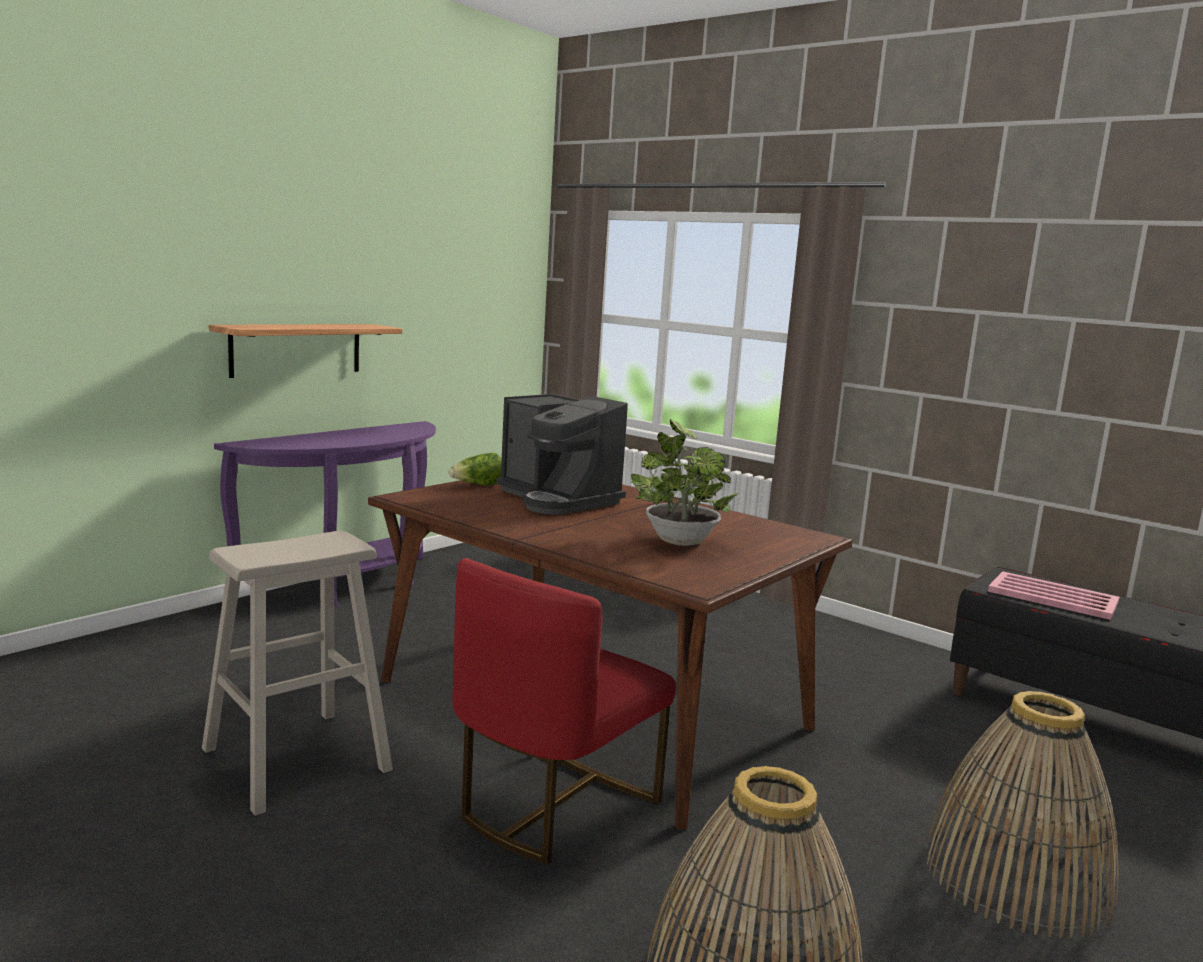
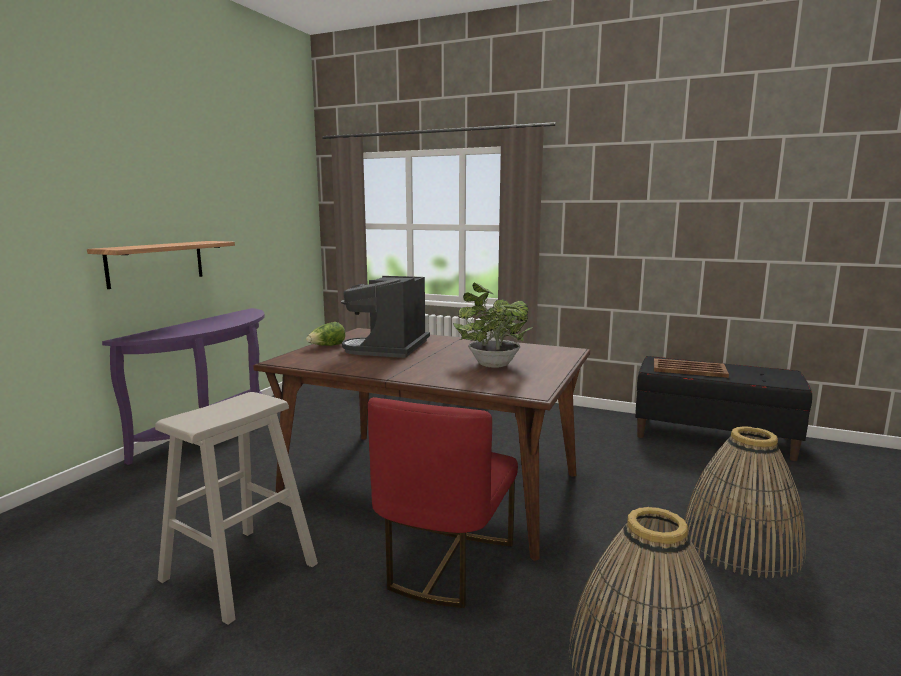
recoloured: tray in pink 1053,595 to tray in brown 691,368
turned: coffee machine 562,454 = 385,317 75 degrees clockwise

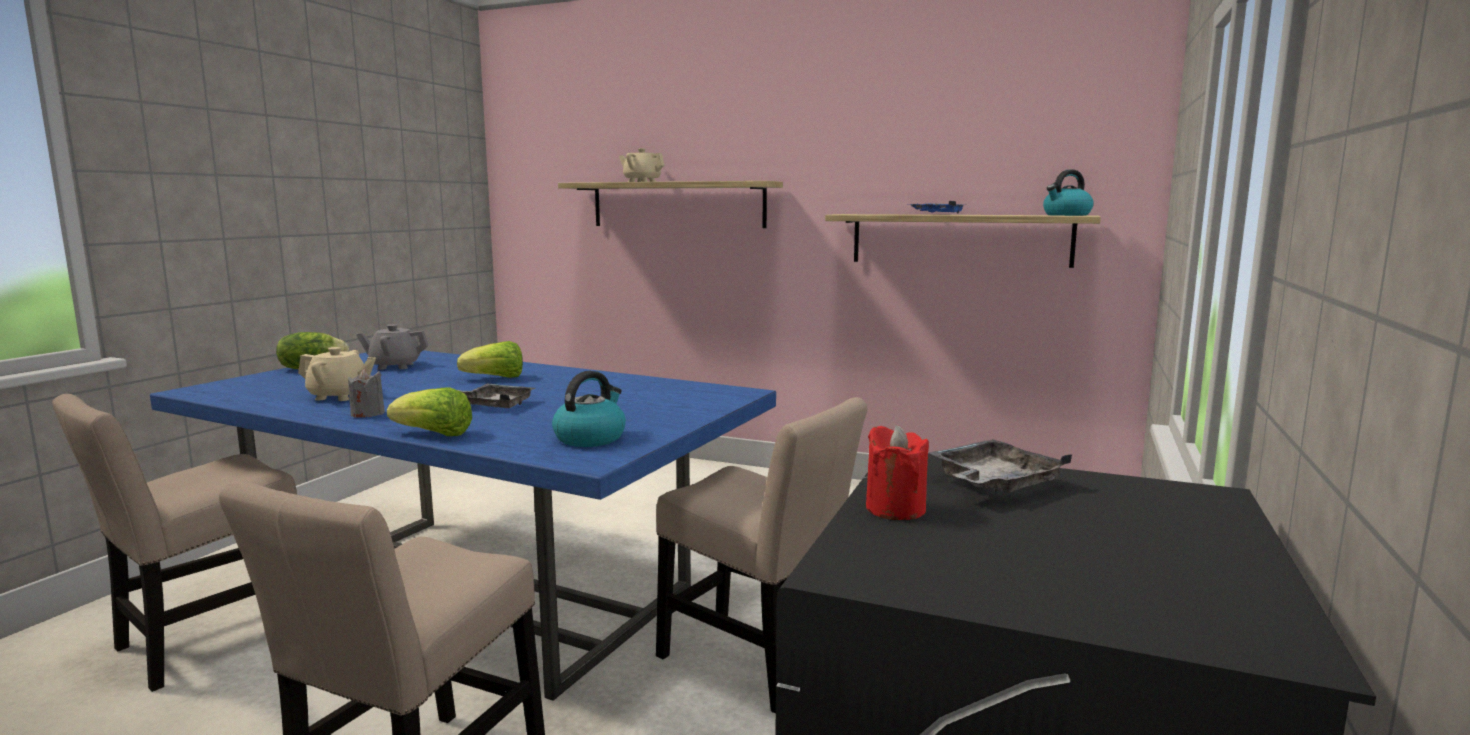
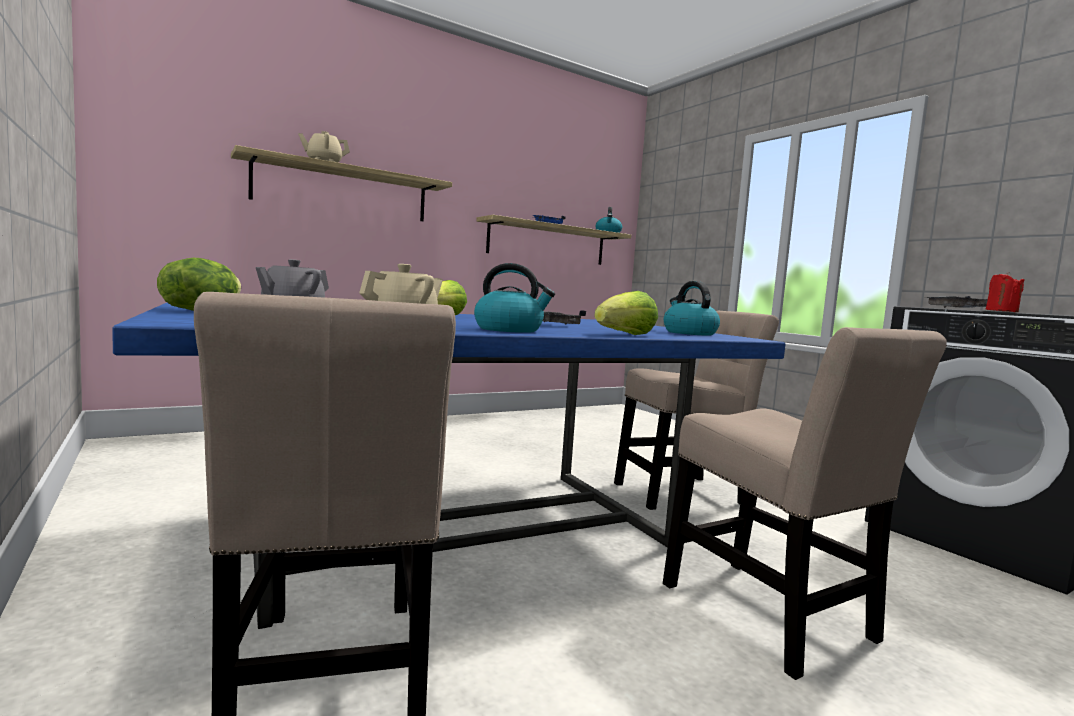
replaced: candle in grey 366,393 to kettle 514,298

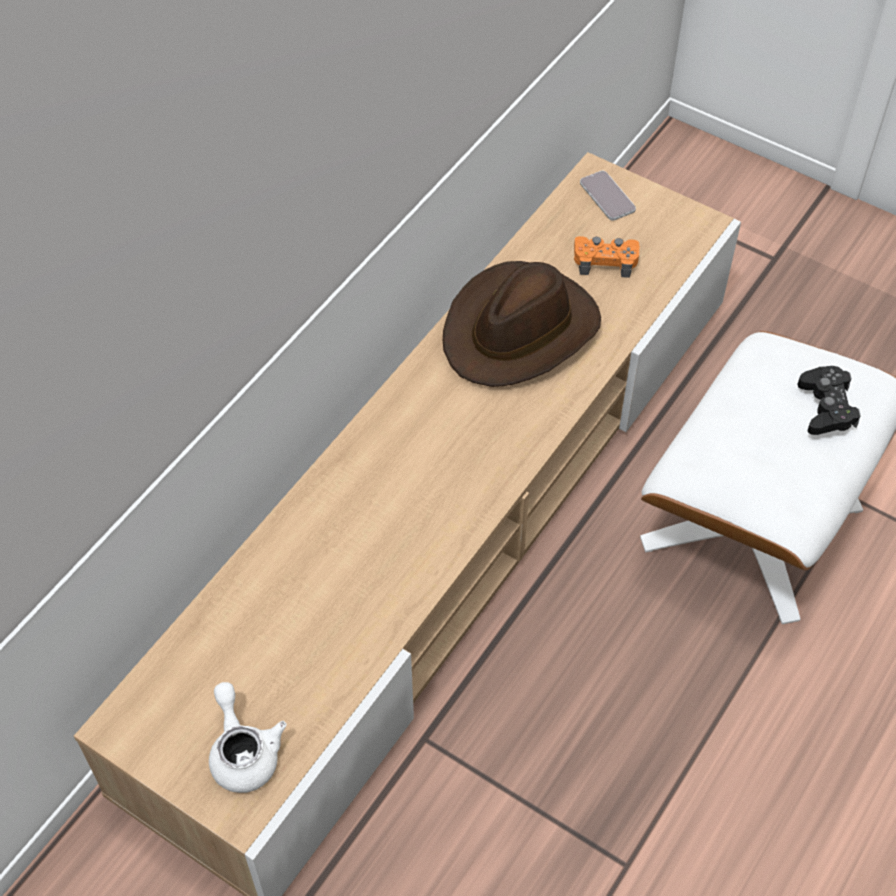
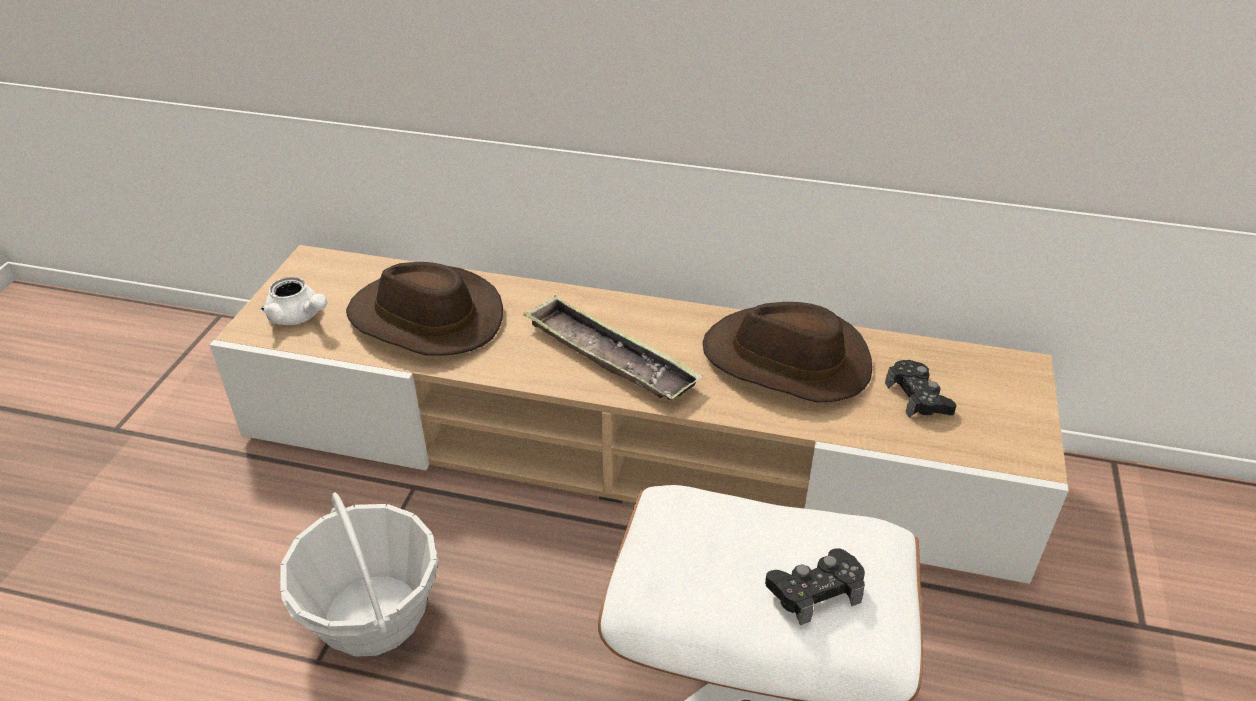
removed: phone 608,196
added: basket 359,575; hat in brown 424,309; tray 613,347
recoloured: game controller in orange 607,257 to game controller in black 921,389
turned: teapot in white 248,737 = 294,301 75 degrees clockwise

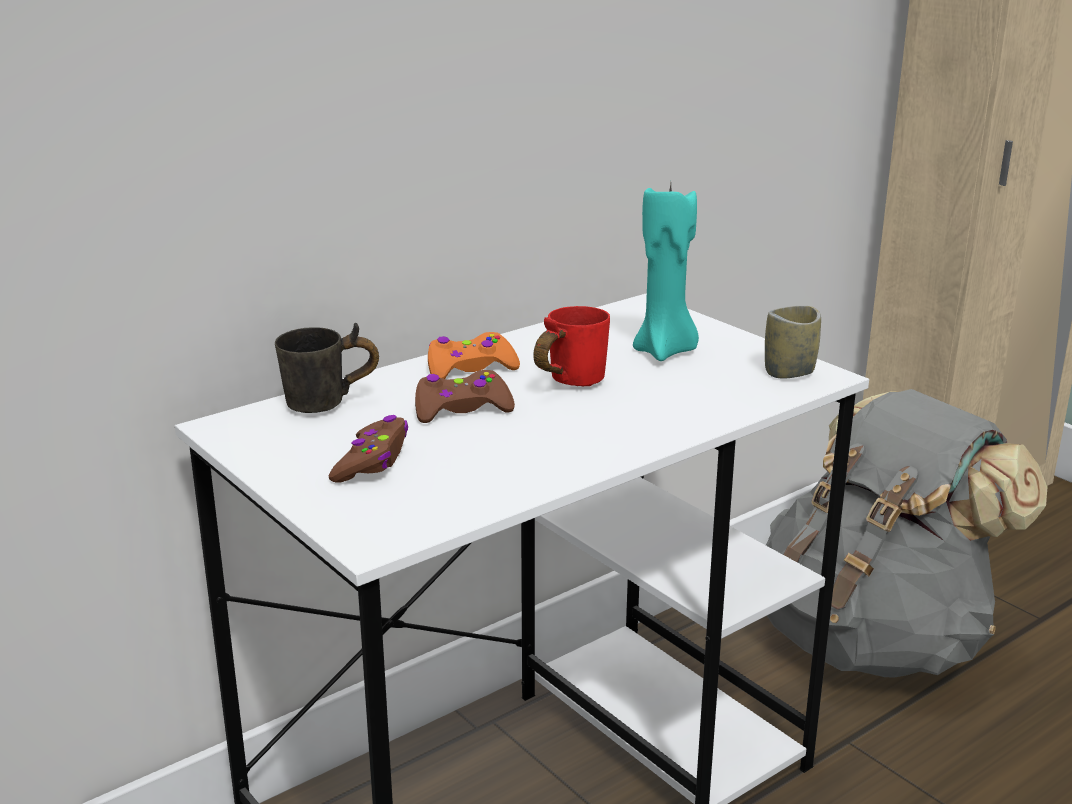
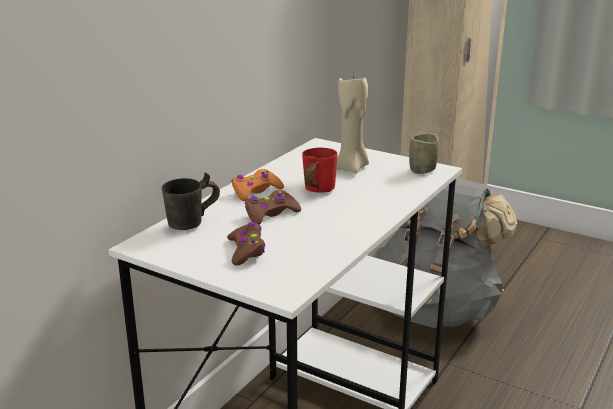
recoloured: candle in turquoise 666,272 to candle in beige 352,123

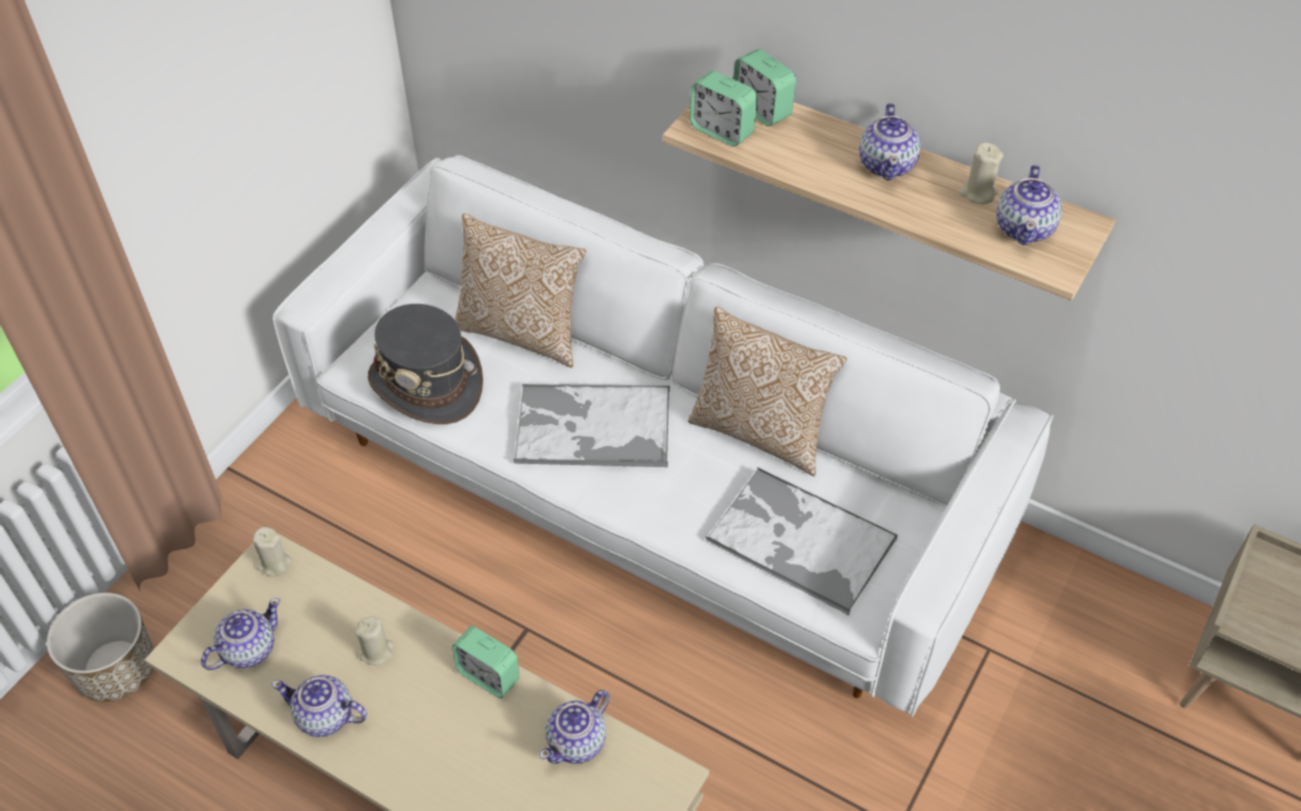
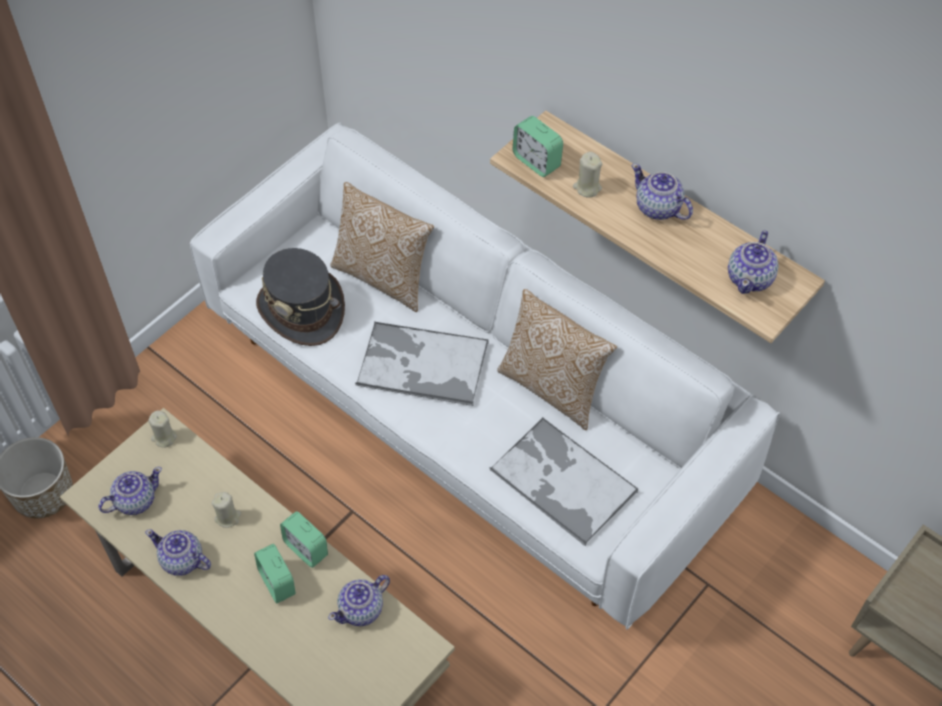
moved: alarm clock 764,87 to 275,574; candle in beige 981,173 to 587,175
turned: teapot 890,141 = 662,192 120 degrees clockwise

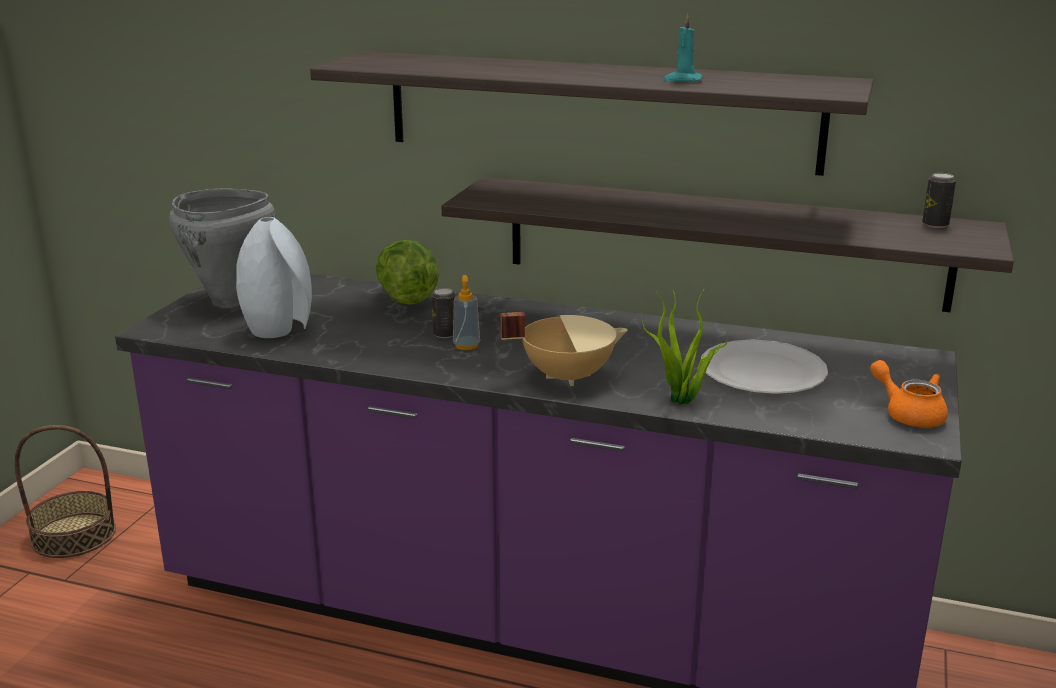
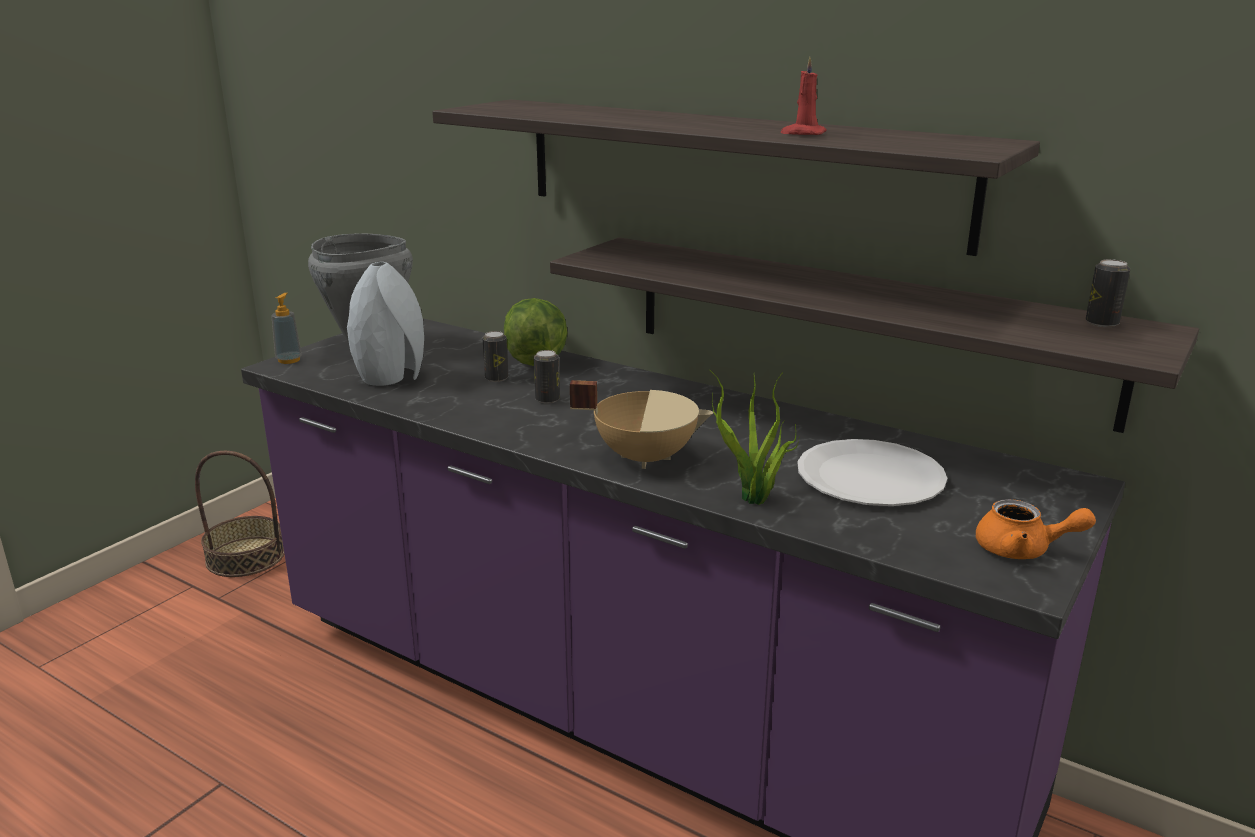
added: can 495,356
moved: soap dispenser 466,312 to 286,328
recoloured: candle in turquoise 682,48 to candle in red 804,95
turned: teapot in orange 909,393 = 1036,529 135 degrees clockwise

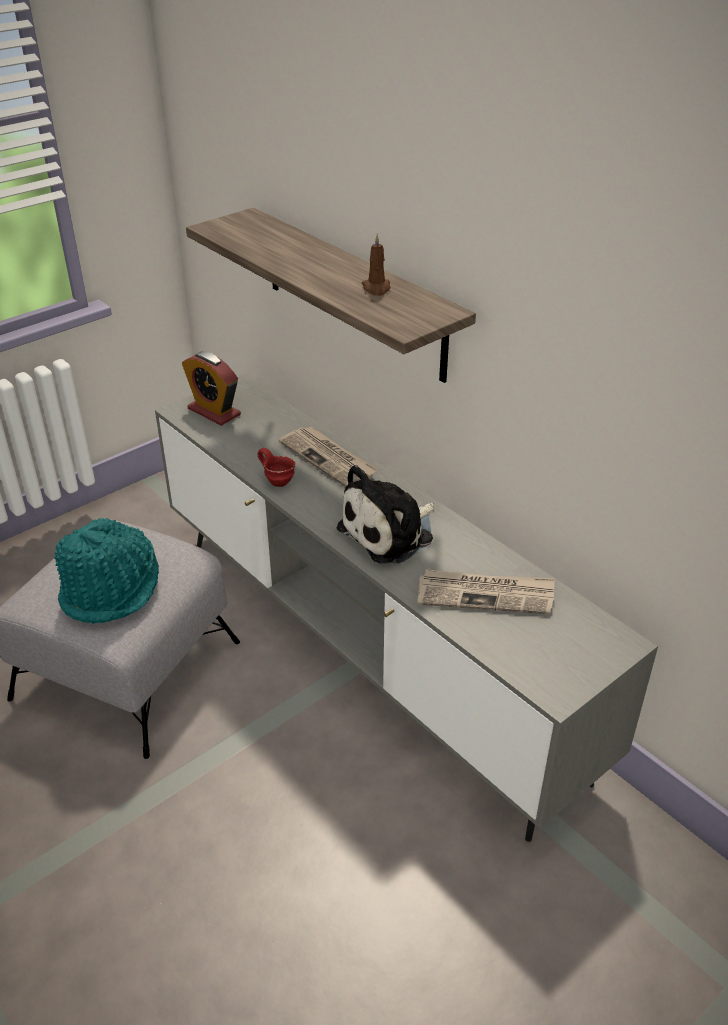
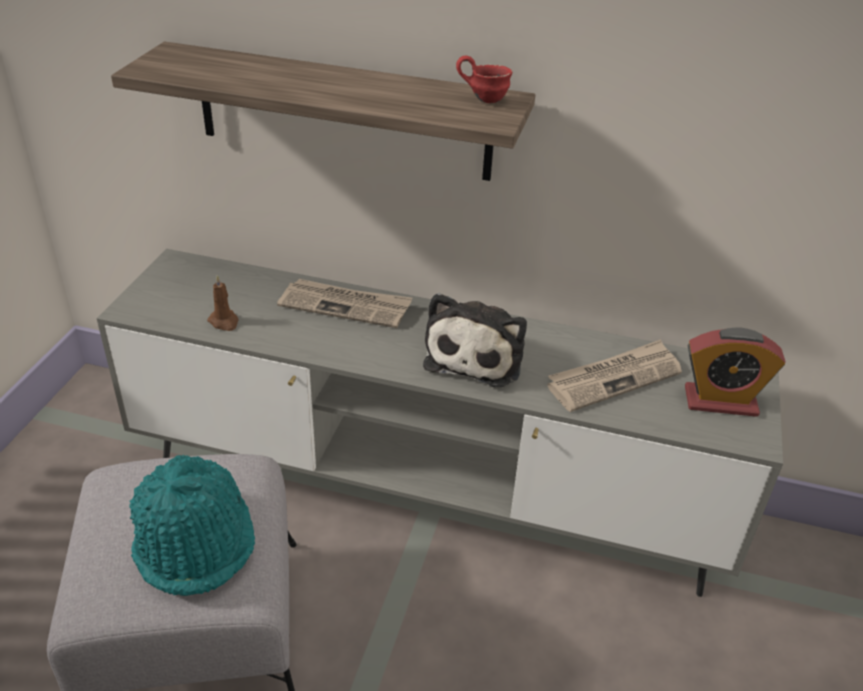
moved: candle in brown 376,265 to 223,303; mug in red 276,467 to 484,79; alarm clock 211,388 to 735,372

